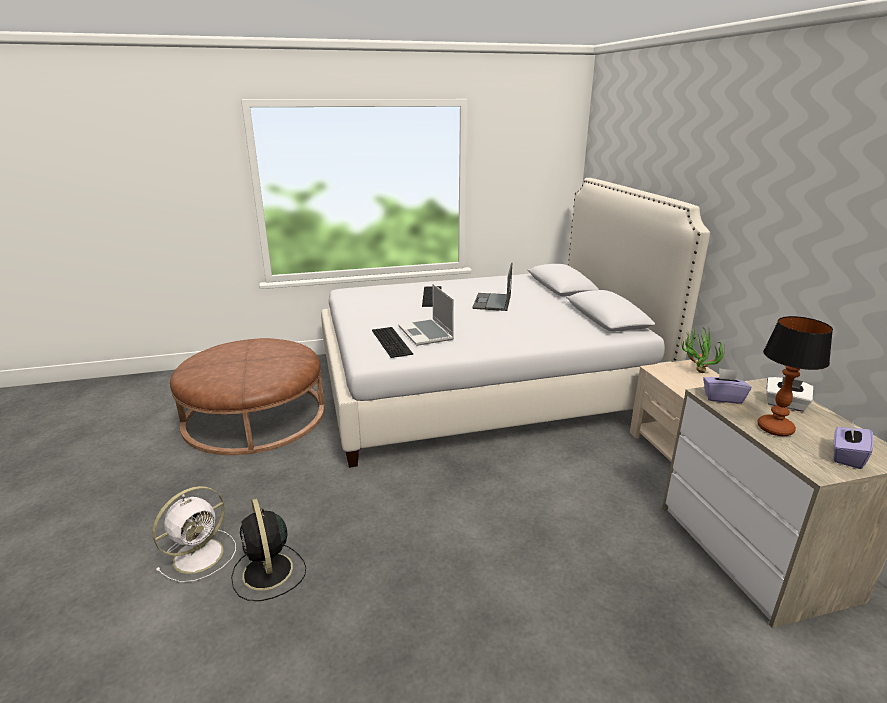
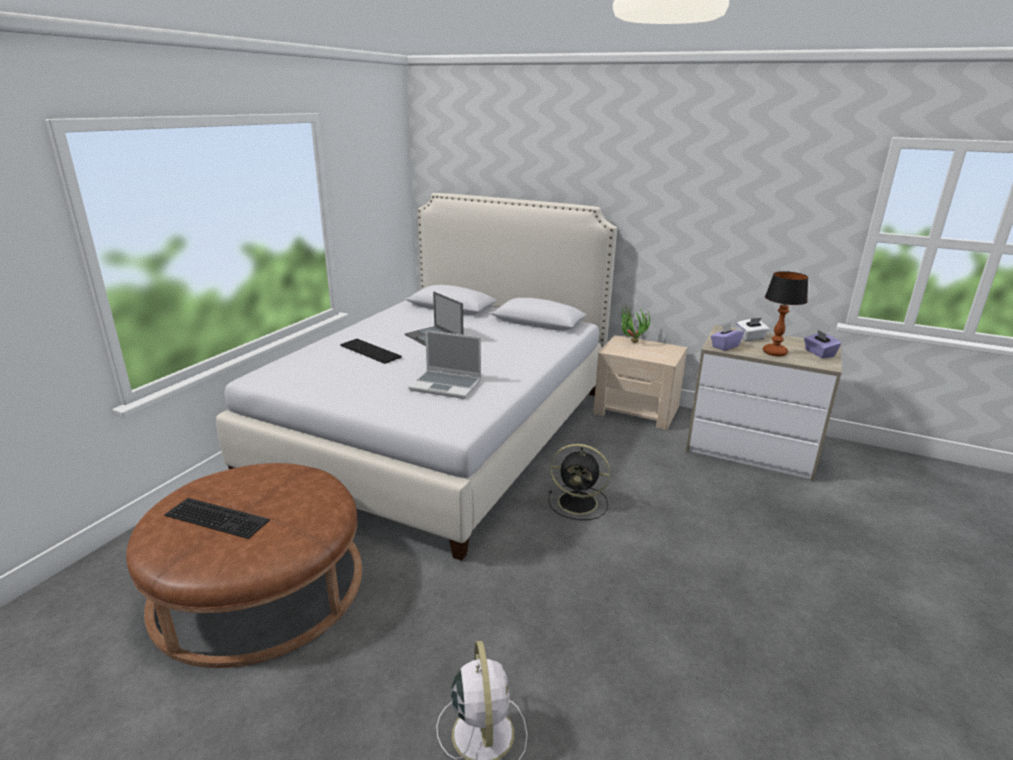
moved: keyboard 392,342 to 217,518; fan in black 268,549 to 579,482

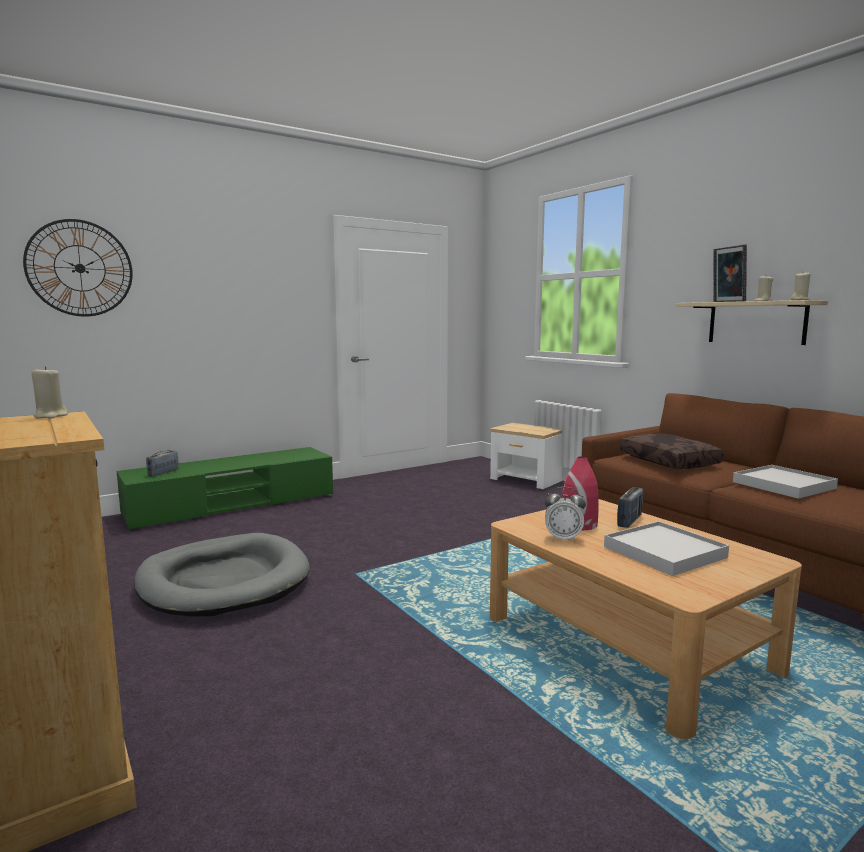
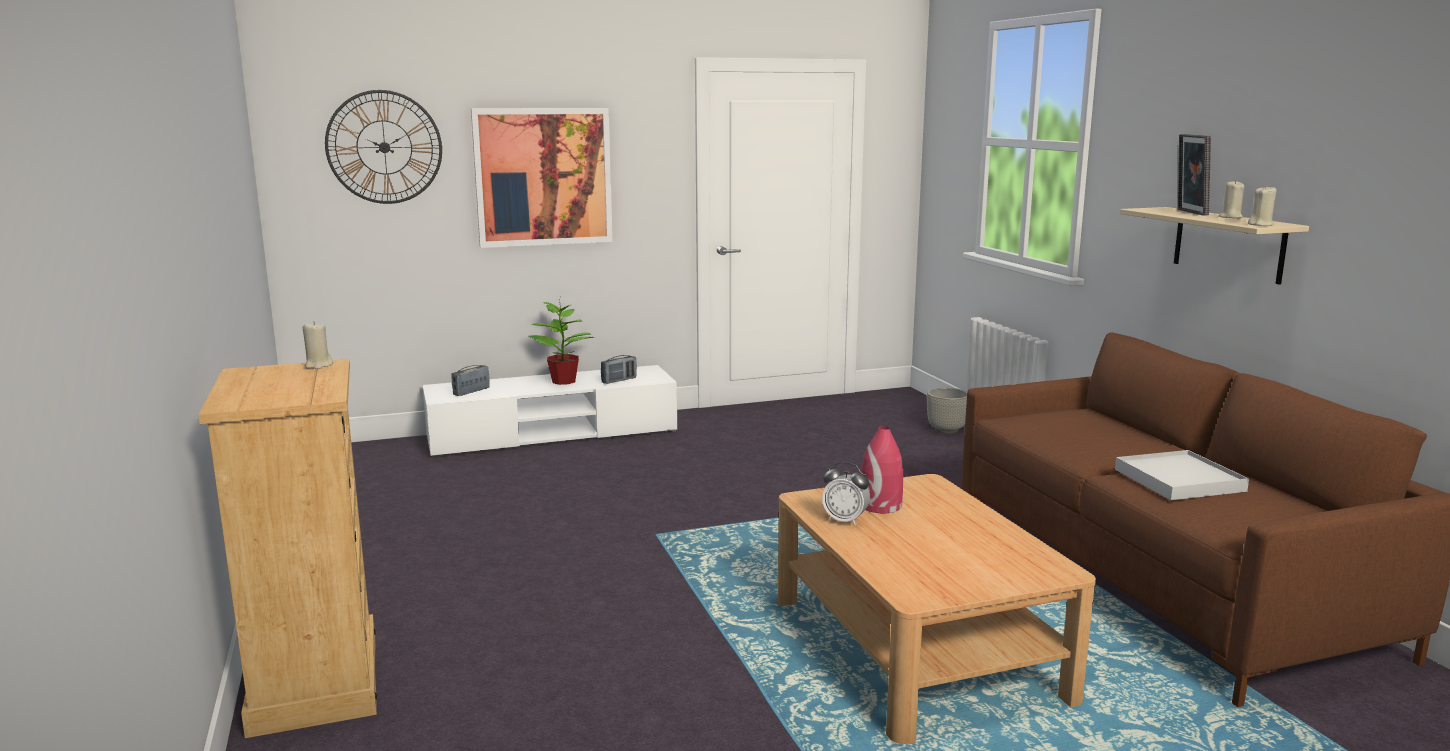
removed: dog bed in grey 222,575; tray in white 666,548; pillow in brown 672,451
added: picture 542,178; potted plant 561,342
moved: radio 630,507 to 619,369
replaced: side table 526,456 to planter in grey 947,410
recoloured: tv stand in green 225,489 to tv stand in white 549,411

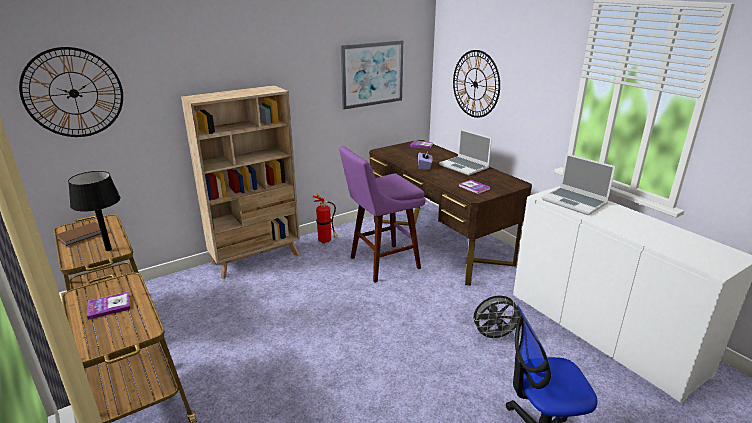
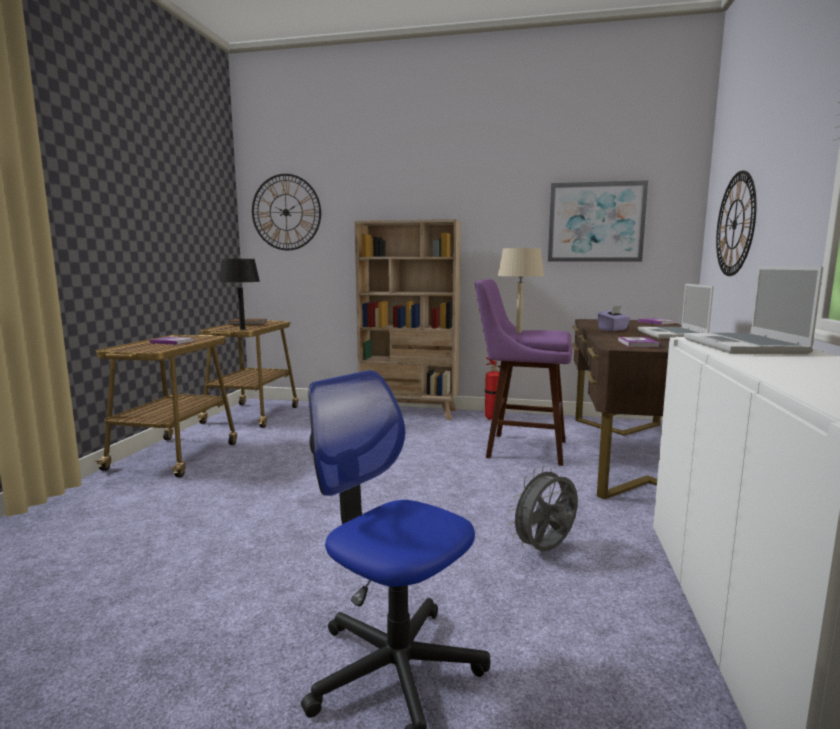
added: table lamp in beige 521,290
turned: fan in grey 498,318 = 543,508 105 degrees clockwise

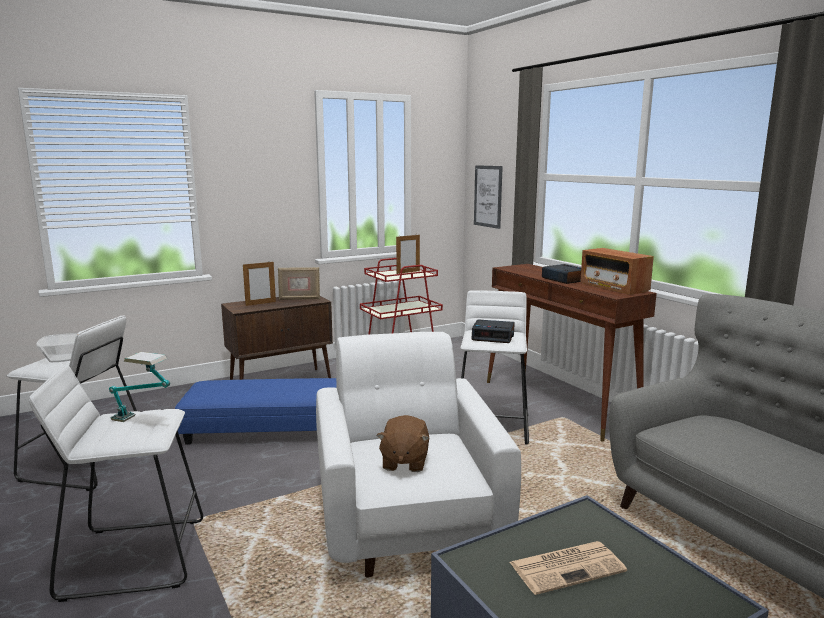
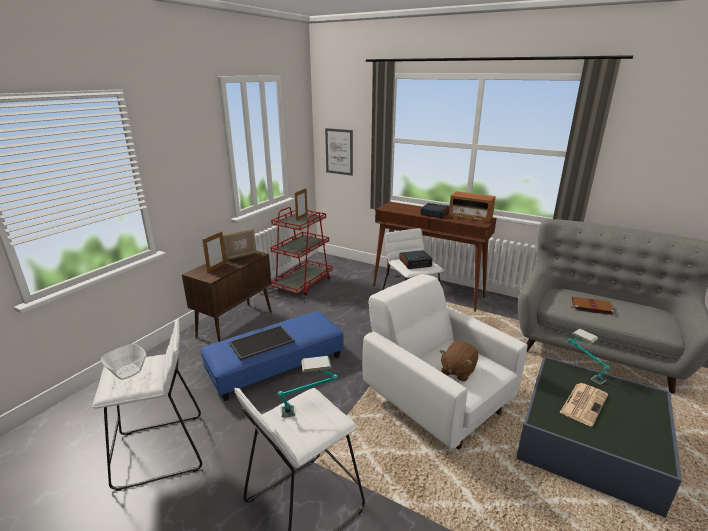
added: tray 262,342; table lamp 588,357; book in brown 593,306
turned: plush toy in brown 402,443 = 459,361 60 degrees clockwise

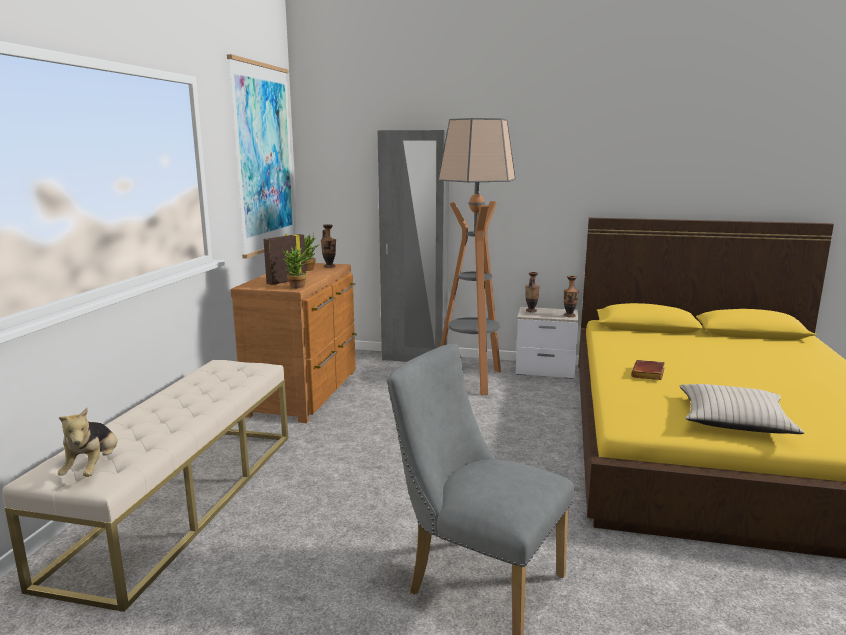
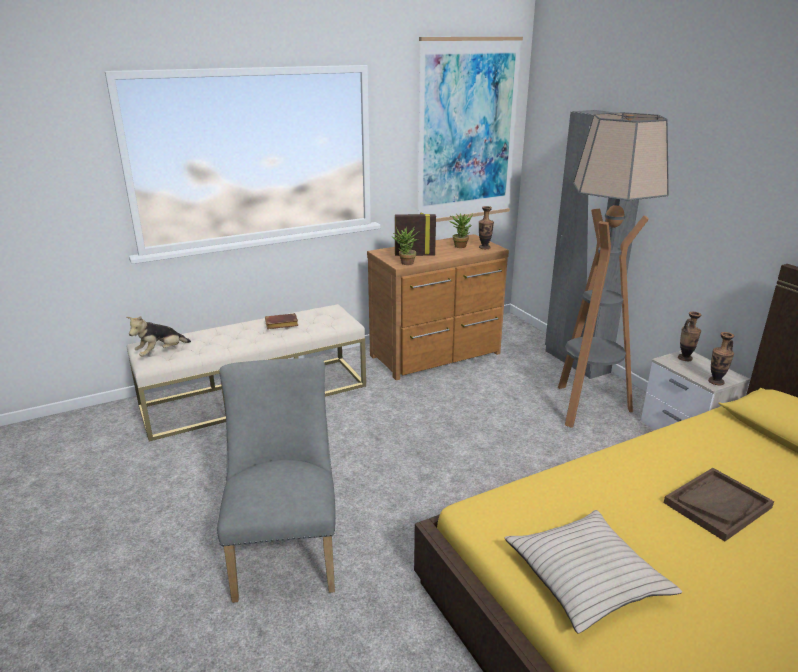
added: tray in brown 719,504
moved: book in brown 648,370 to 281,321

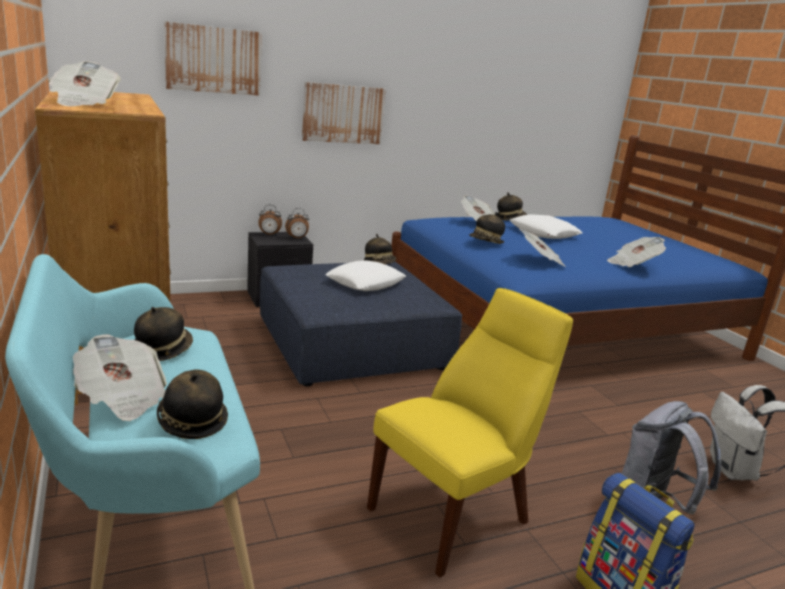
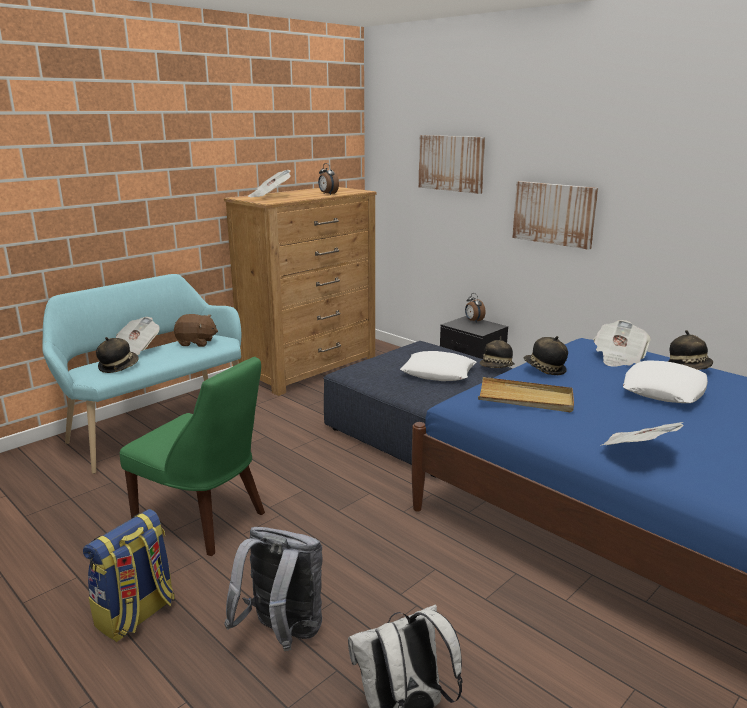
moved: alarm clock 297,223 to 328,179
replaced: hat 163,334 to plush toy in brown 196,330; newspaper 542,247 to tray in beige 526,394
recoloured: chair in yellow 470,432 to chair in green 192,456

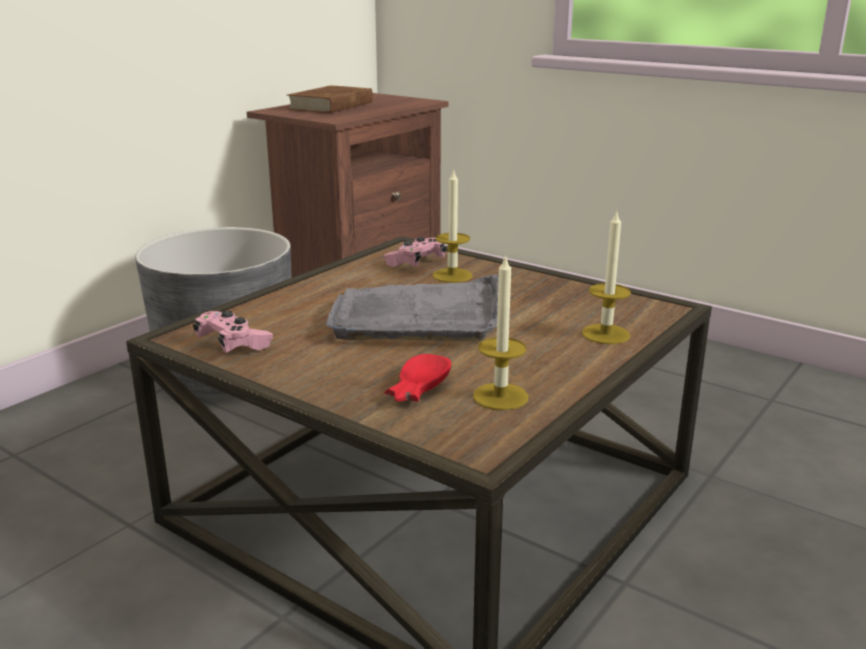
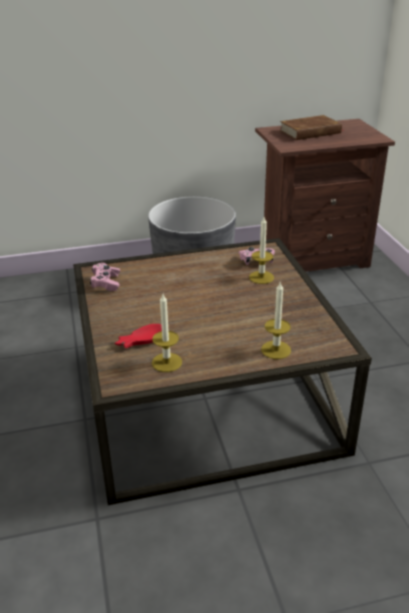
removed: tray in grey 412,307

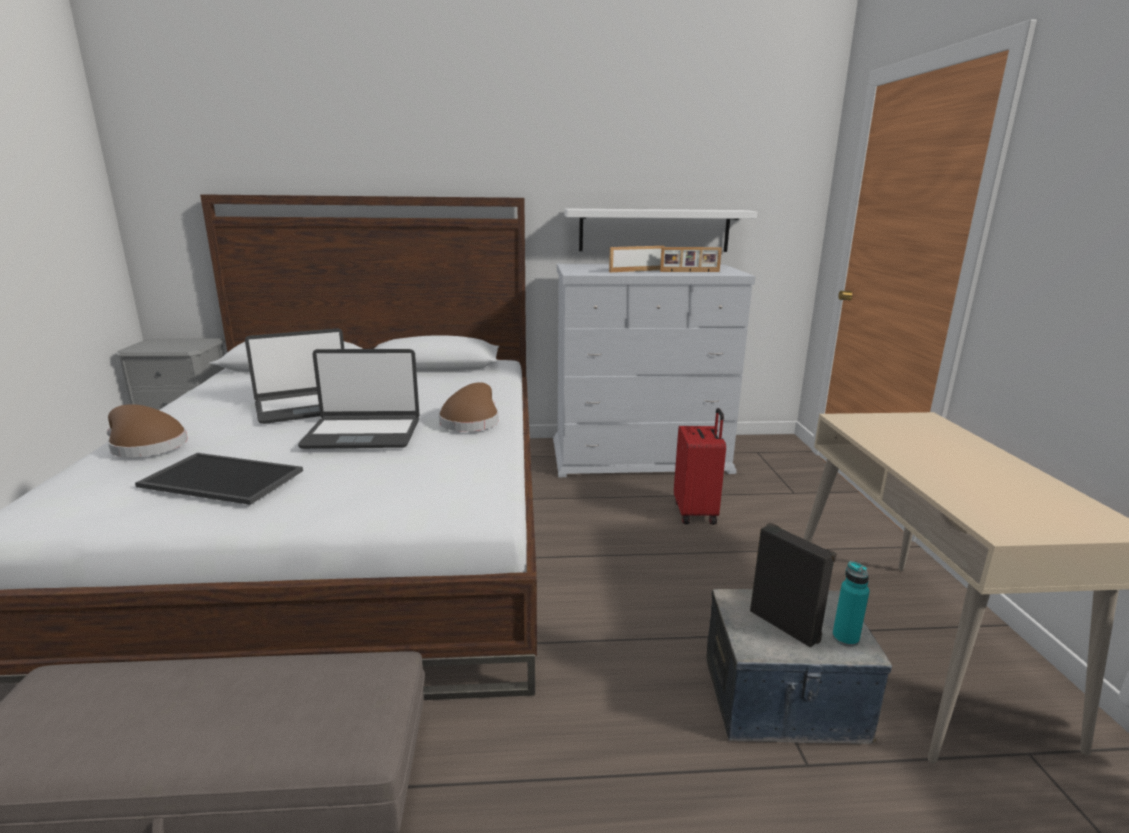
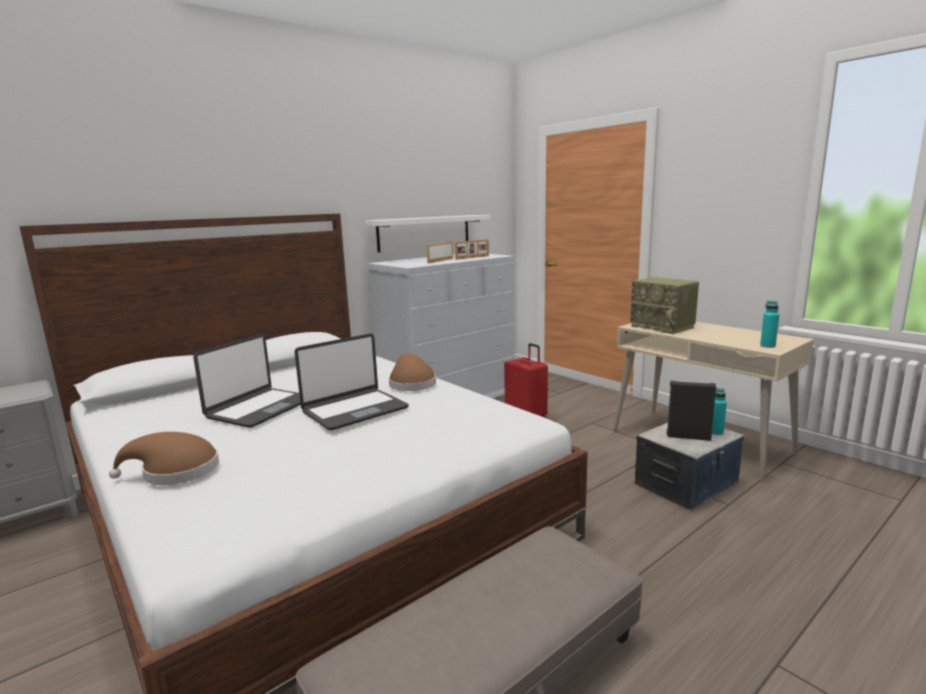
removed: tray 219,479
added: radio 664,305; bottle in turquoise 769,324

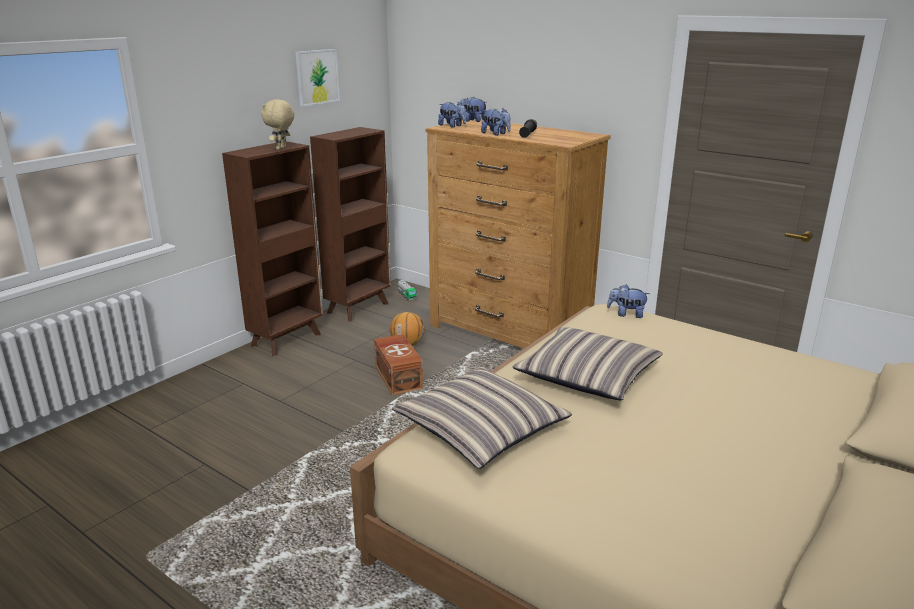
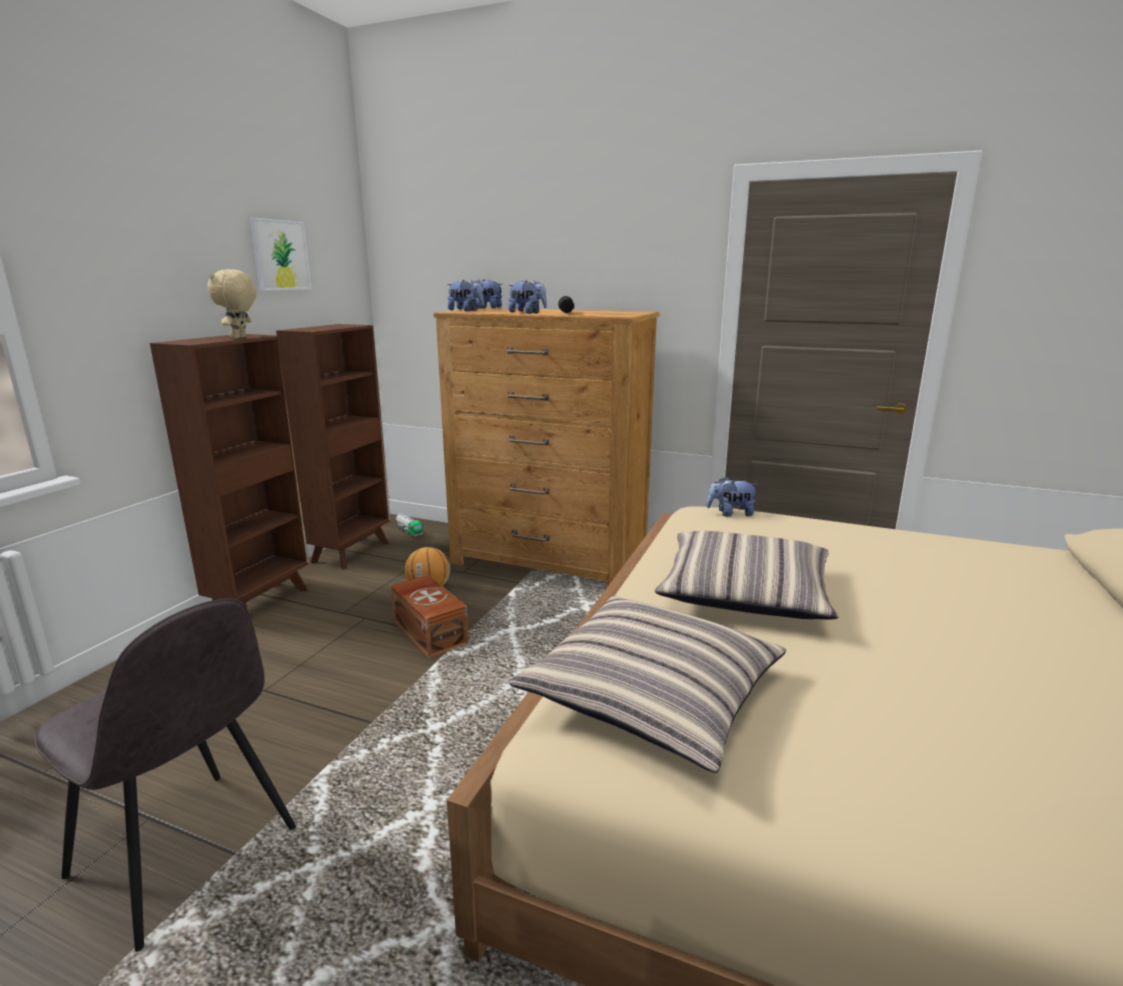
added: chair in grey 165,775

